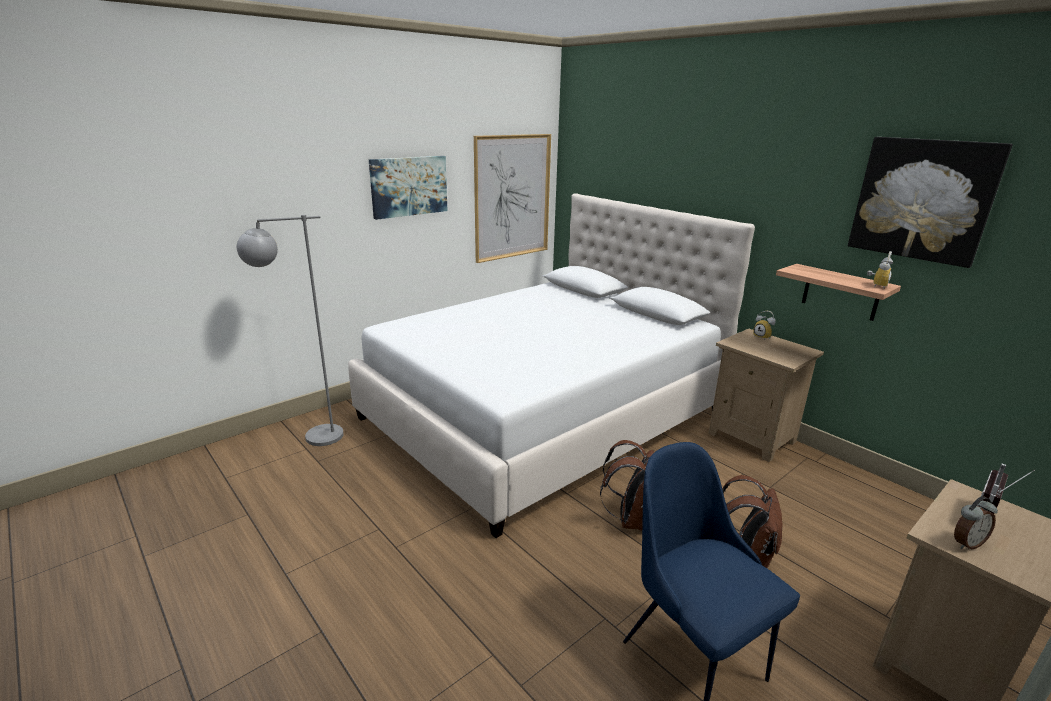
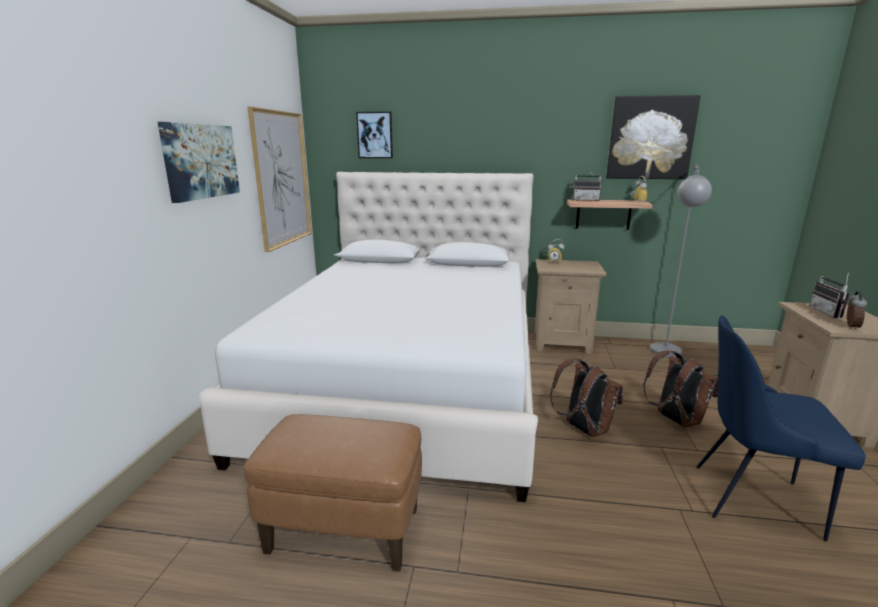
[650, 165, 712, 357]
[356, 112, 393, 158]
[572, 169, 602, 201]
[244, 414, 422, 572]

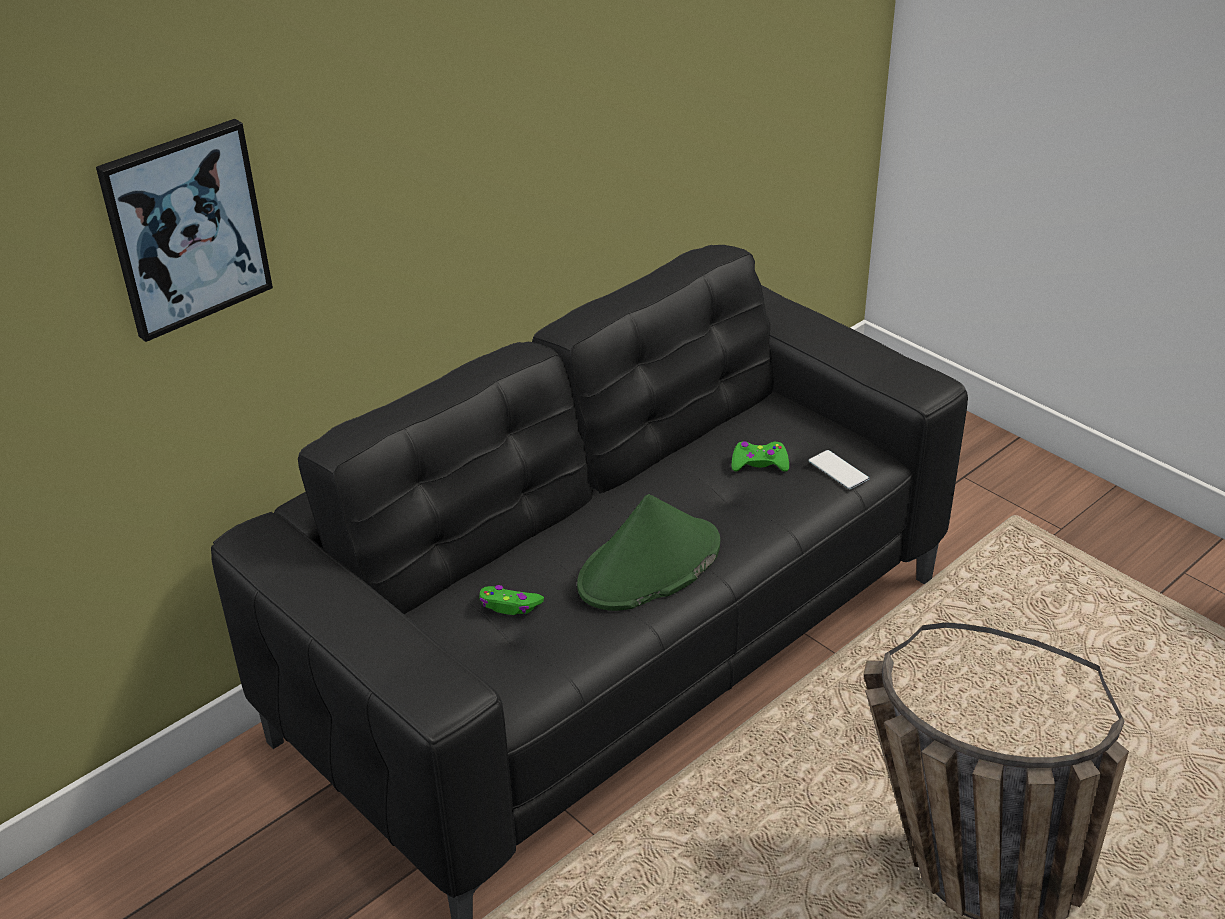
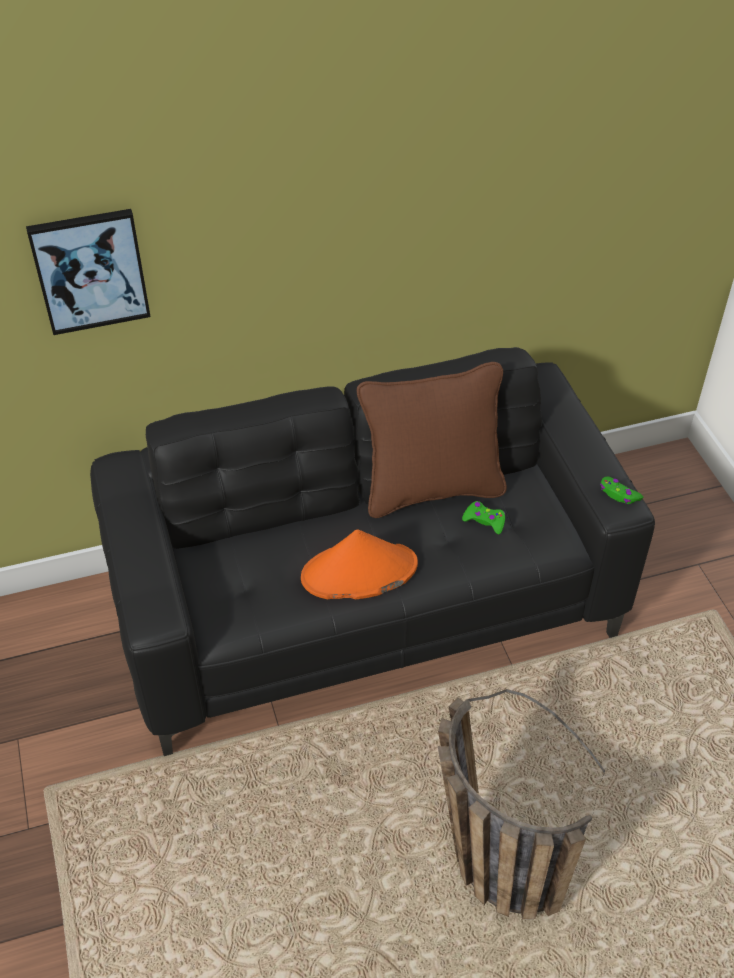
[808, 450, 870, 490] (first image)
[301, 529, 418, 599]
[600, 476, 643, 504]
[357, 362, 507, 518]

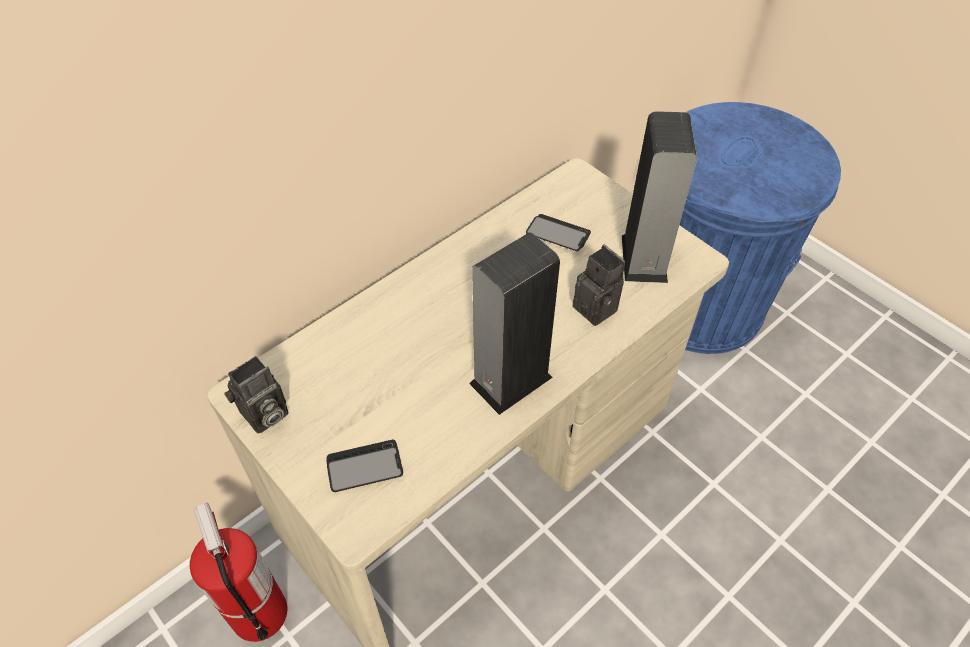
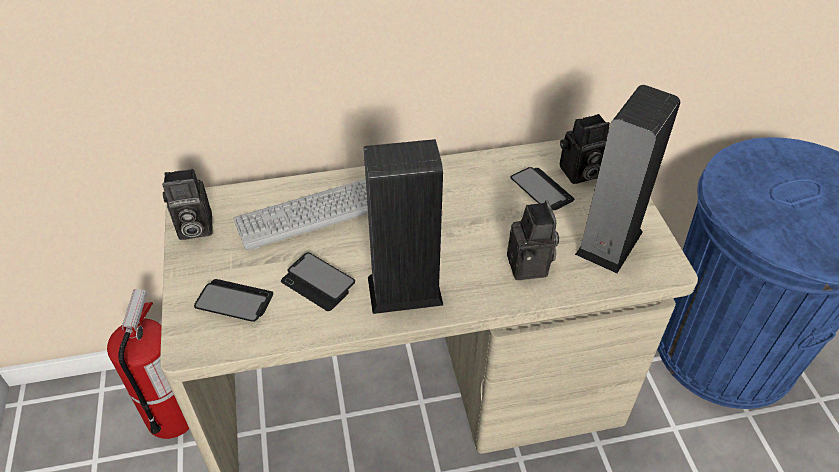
[560, 114, 610, 184]
[233, 179, 368, 250]
[281, 252, 355, 311]

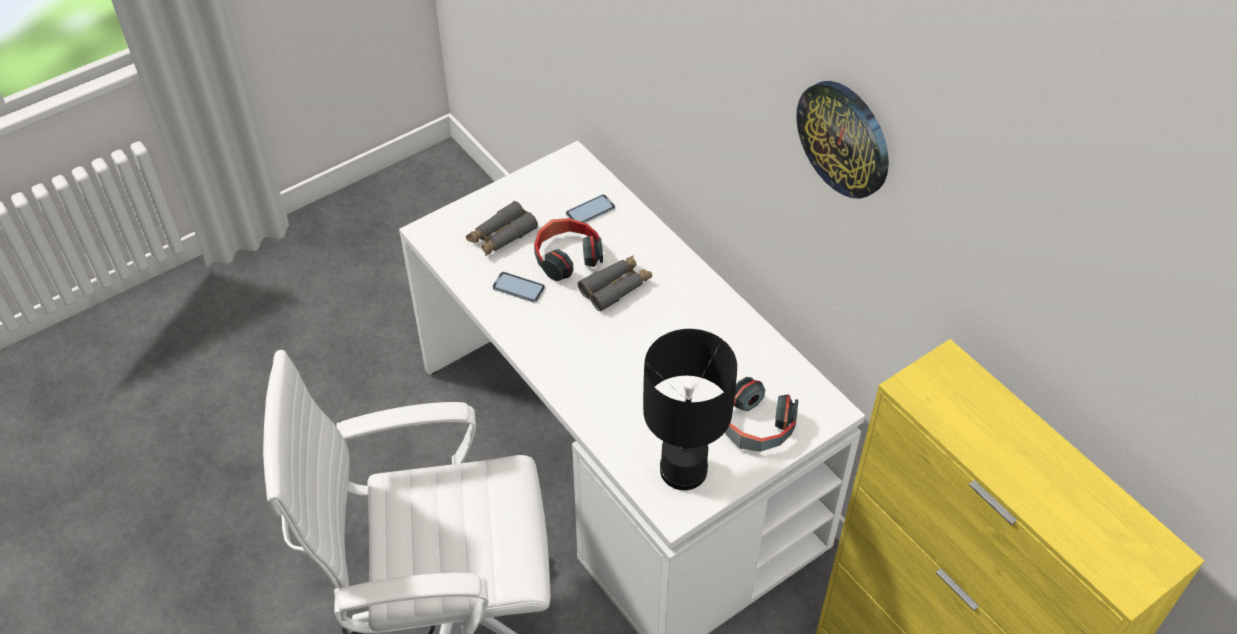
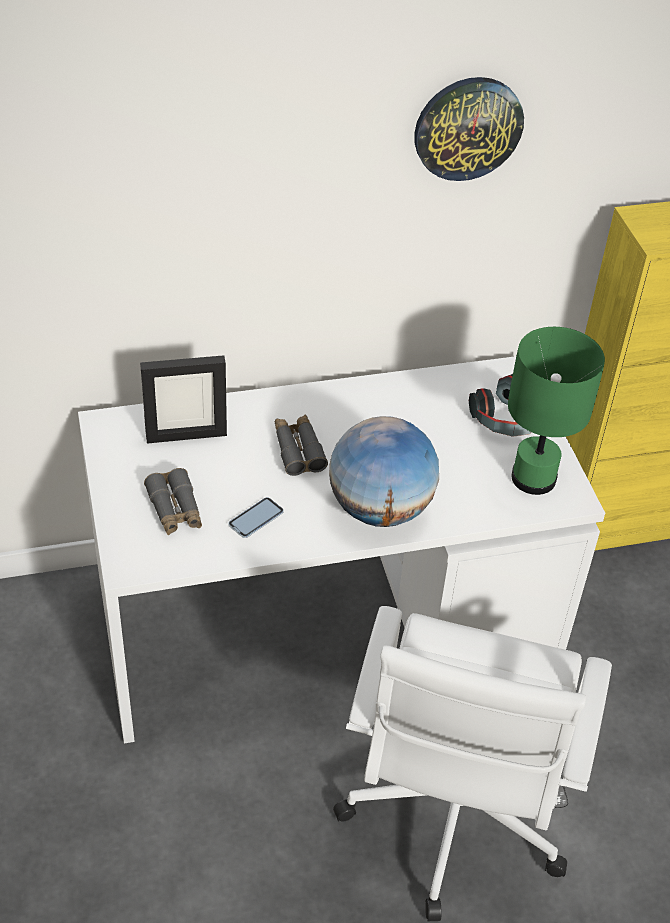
[140, 355, 227, 444]
[534, 218, 603, 281] (first image)
[508, 327, 605, 495]
[329, 416, 439, 527]

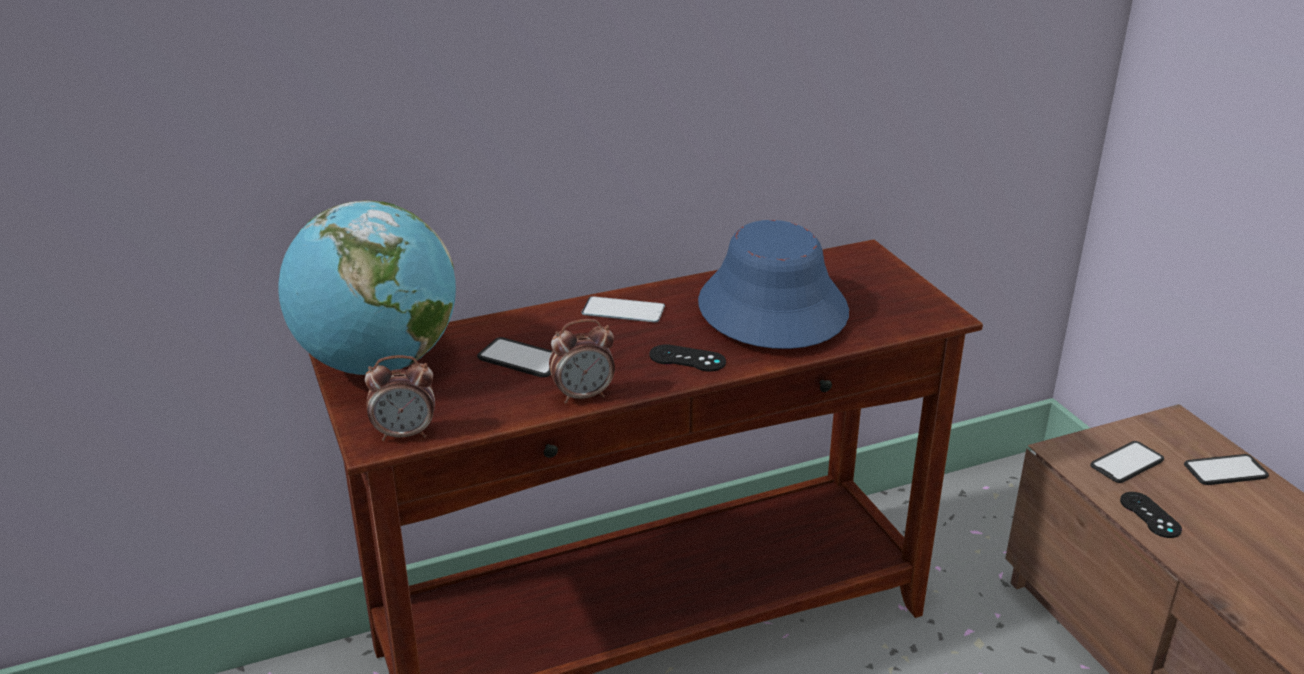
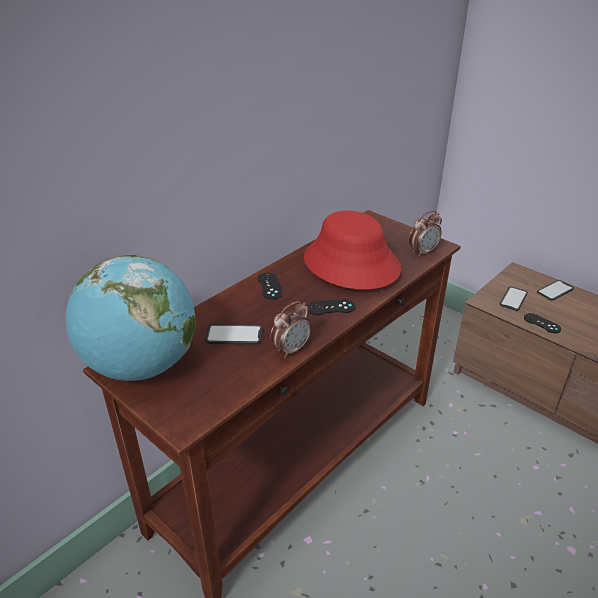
[304, 211, 402, 290]
[258, 273, 283, 300]
[409, 211, 442, 257]

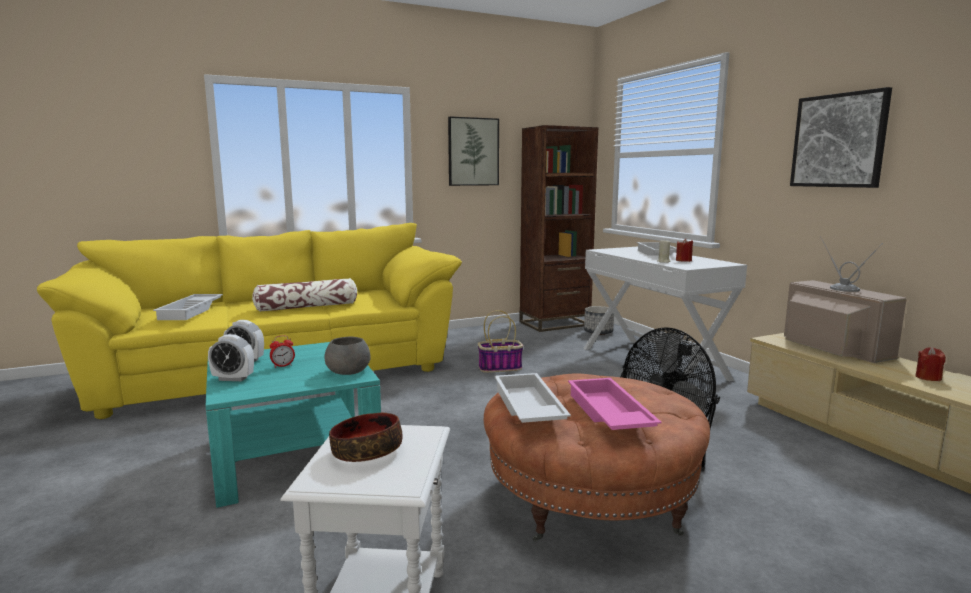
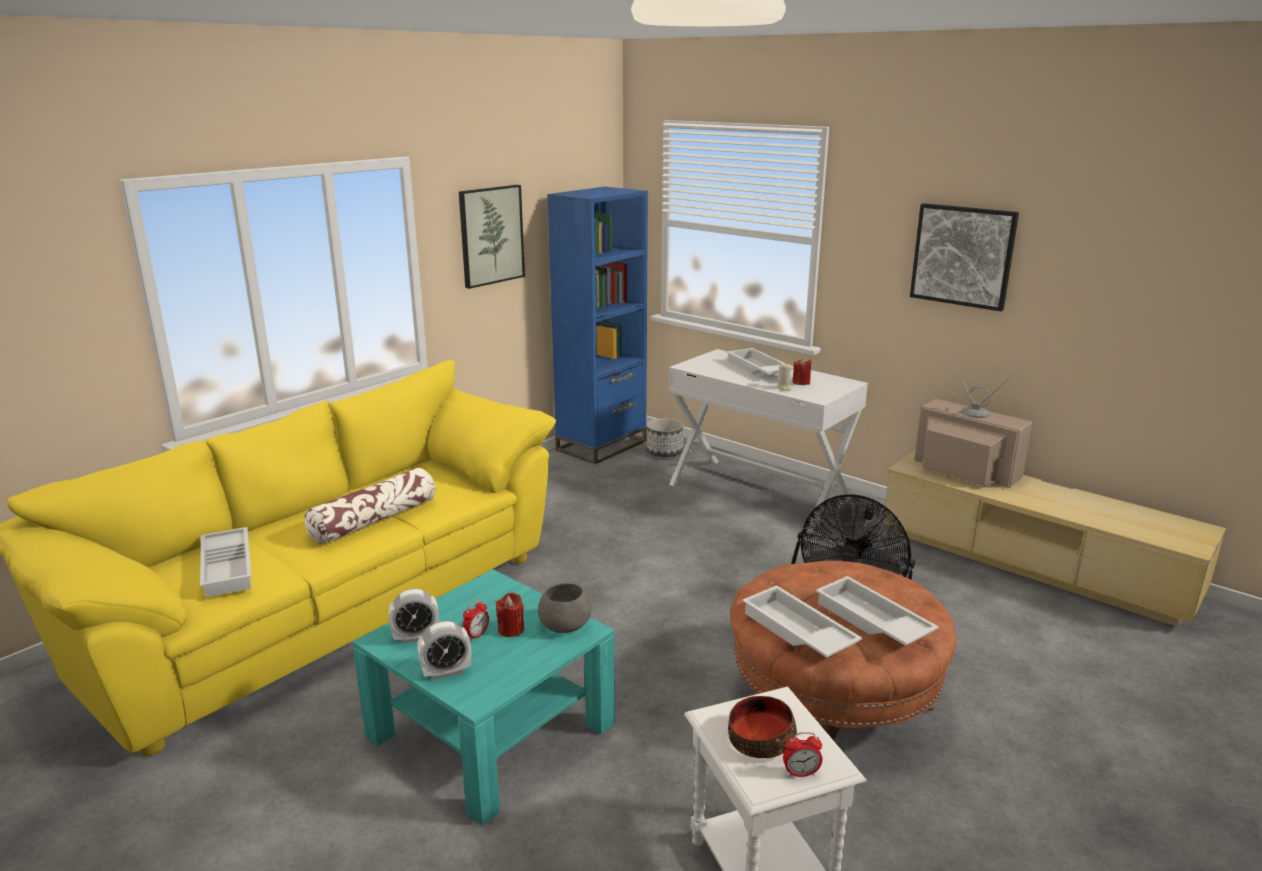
[547, 187, 648, 464]
[478, 310, 523, 372] (first image)
[496, 593, 524, 637]
[816, 576, 939, 646]
[783, 732, 822, 777]

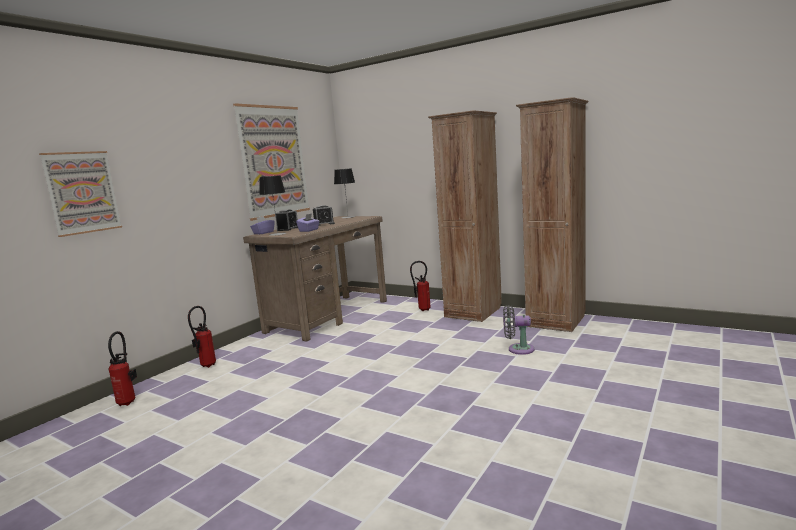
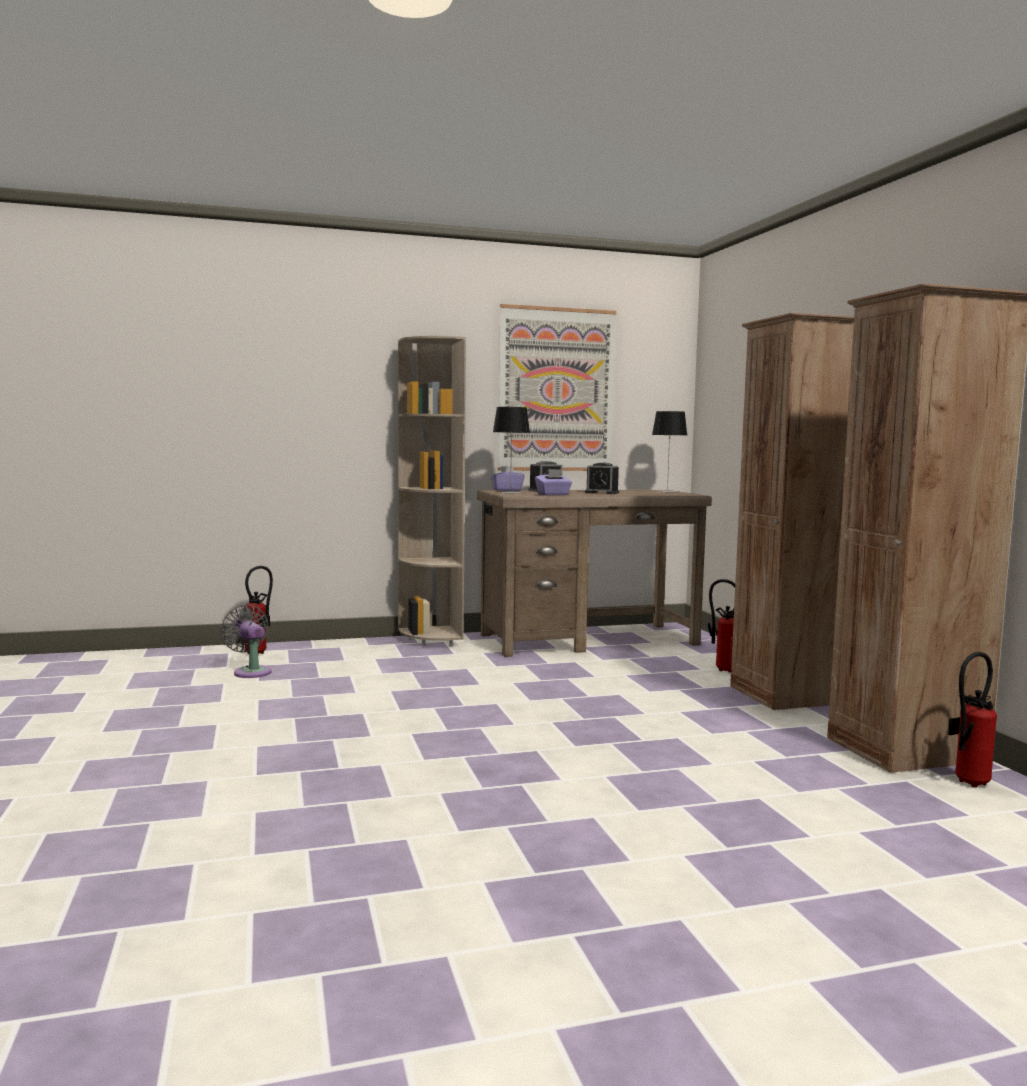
[39, 151, 122, 237] (first image)
[221, 605, 272, 678]
[948, 652, 997, 787]
[398, 336, 466, 647]

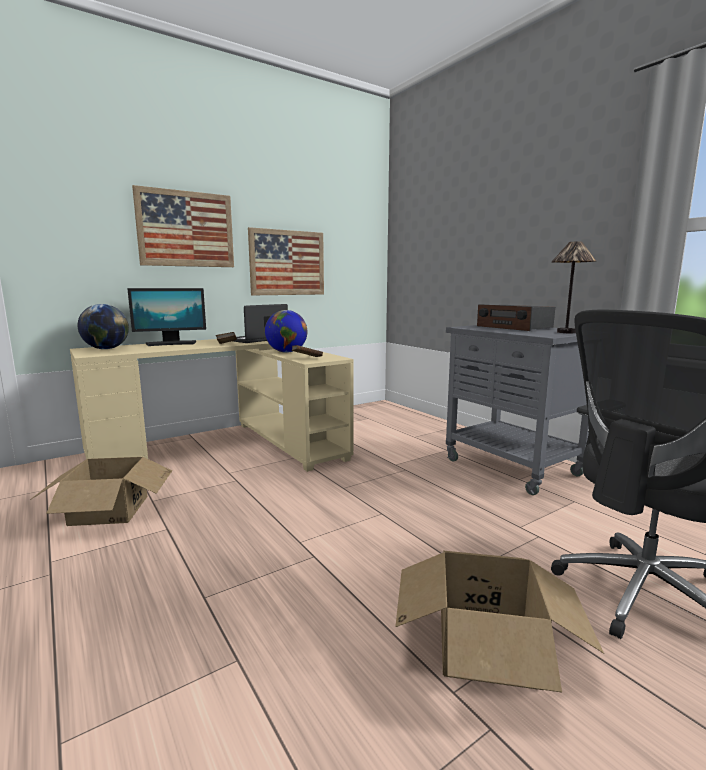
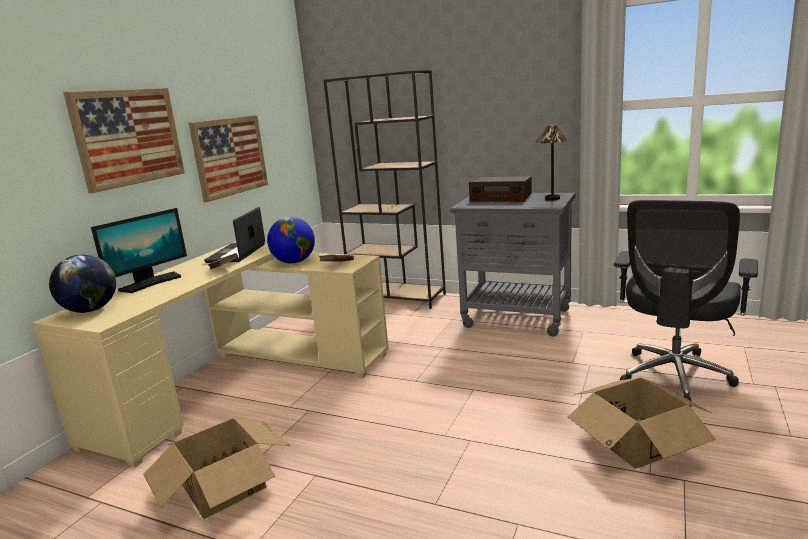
[323, 70, 446, 309]

